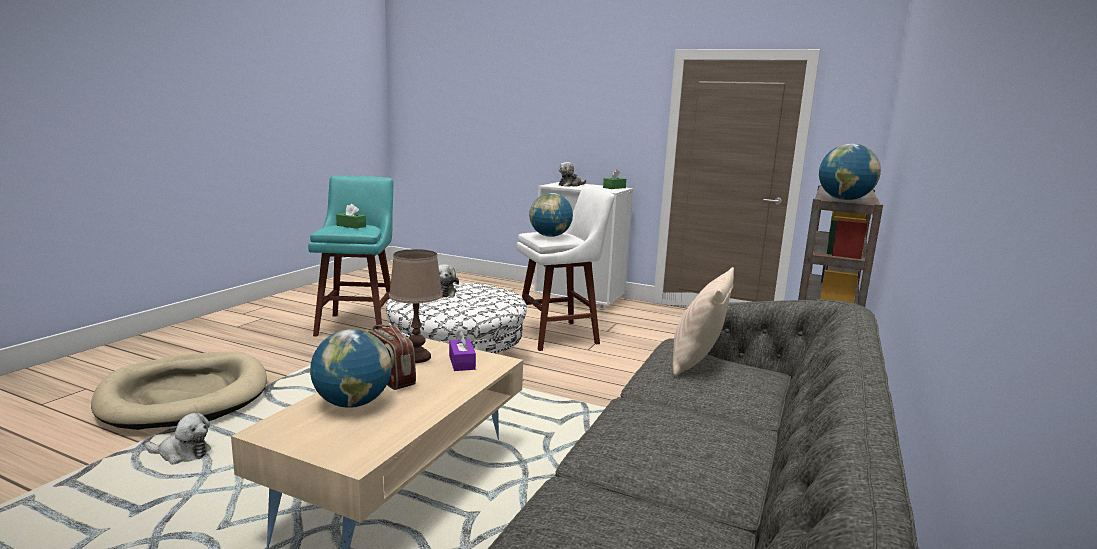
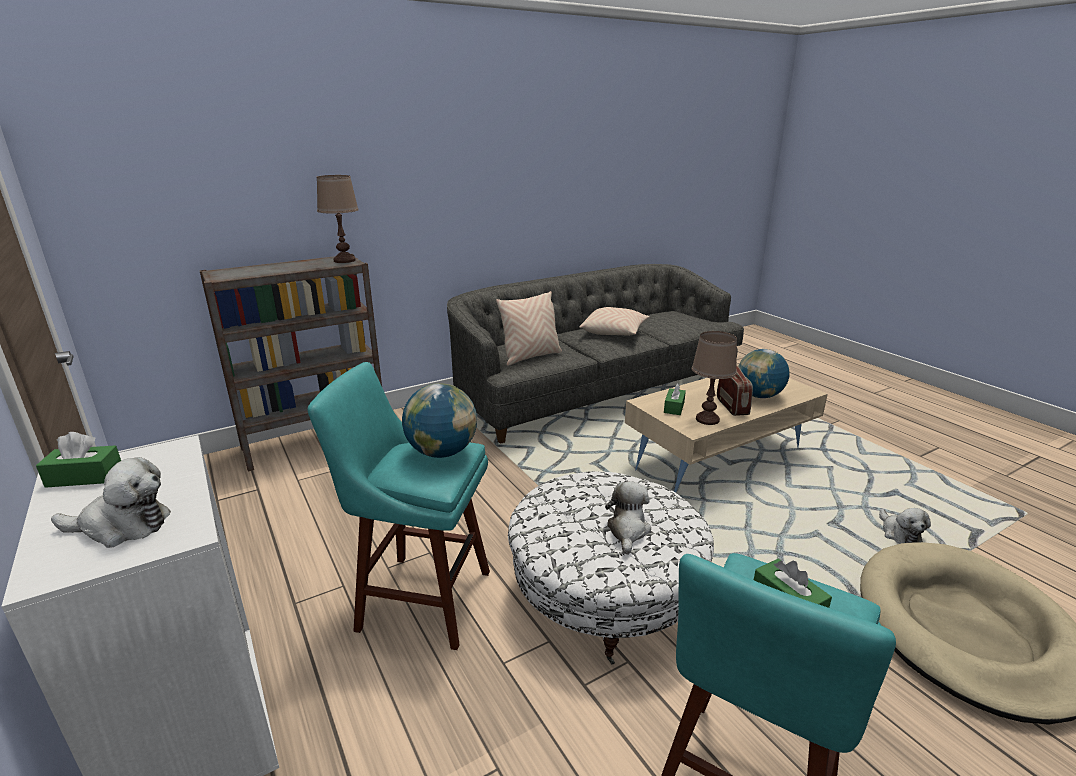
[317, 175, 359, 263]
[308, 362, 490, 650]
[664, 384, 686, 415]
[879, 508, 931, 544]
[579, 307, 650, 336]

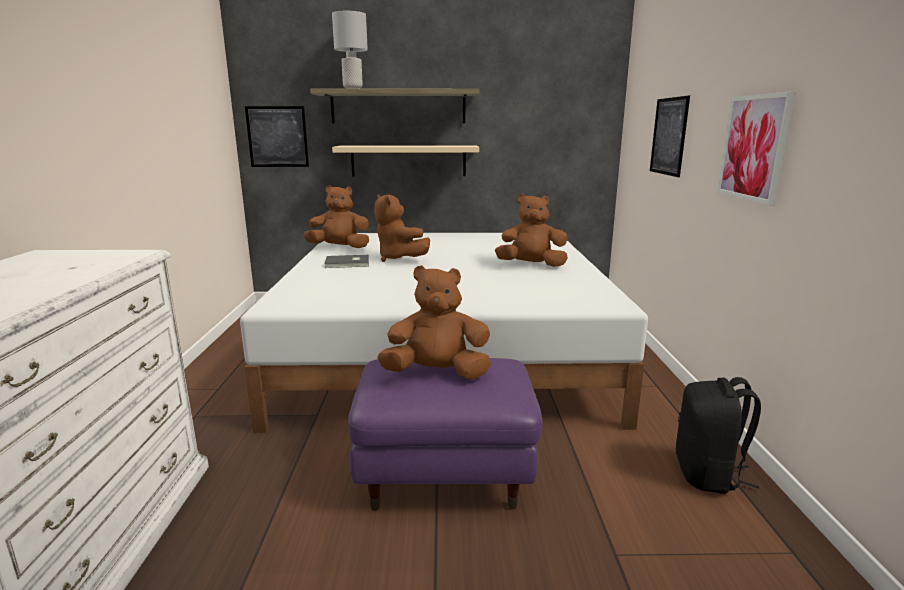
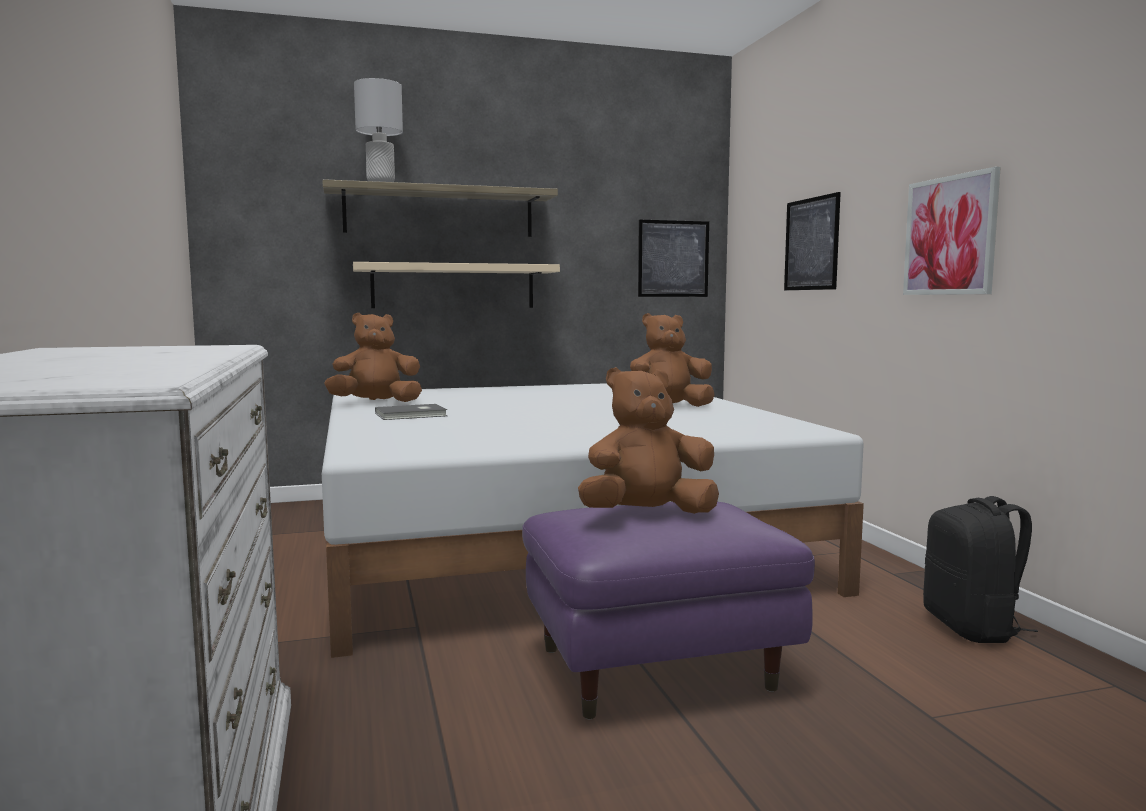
[638, 220, 709, 297]
[374, 194, 430, 262] (first image)

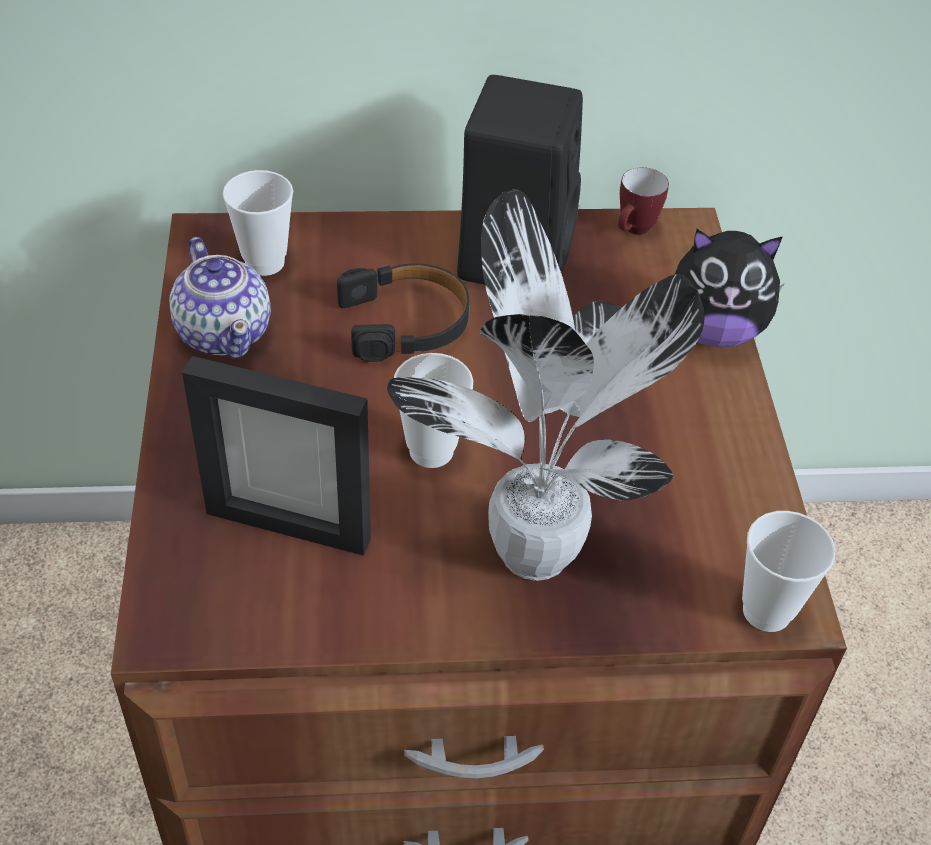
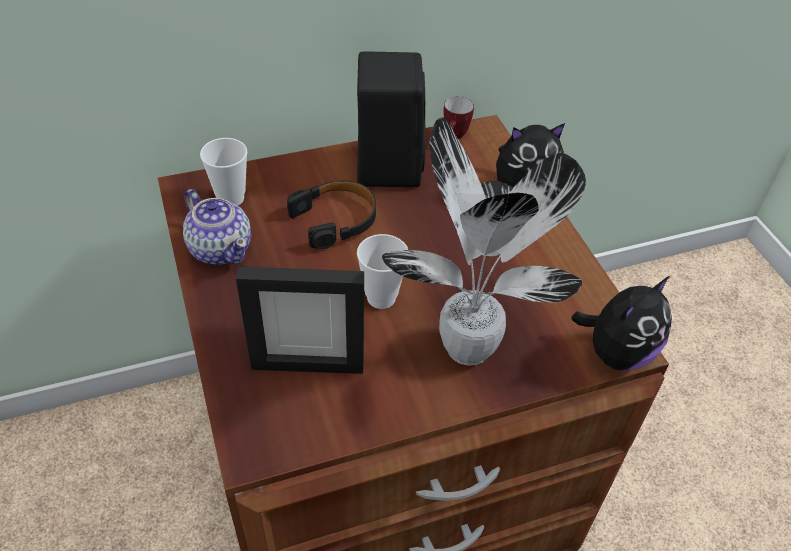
[571, 276, 672, 371]

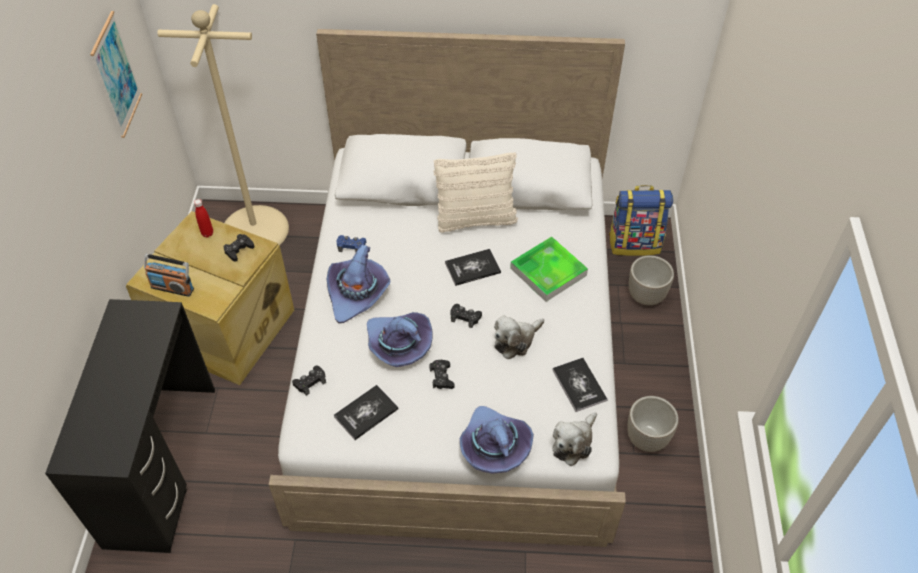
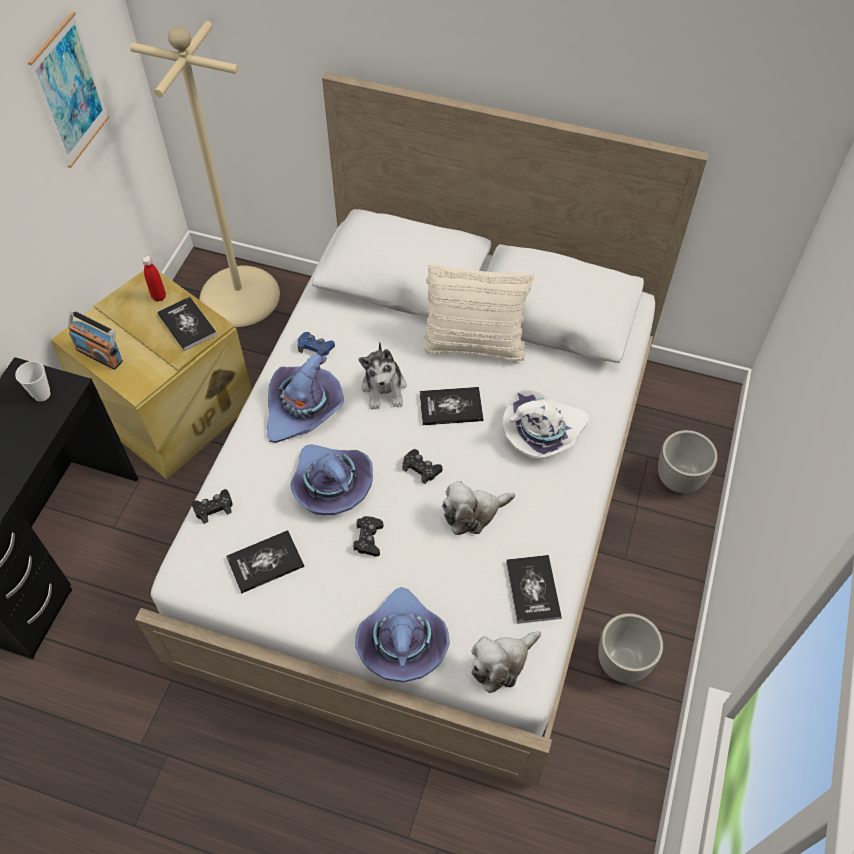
[609, 185, 673, 256] (first image)
[157, 296, 217, 351]
[502, 389, 589, 458]
[359, 342, 406, 409]
[15, 361, 50, 401]

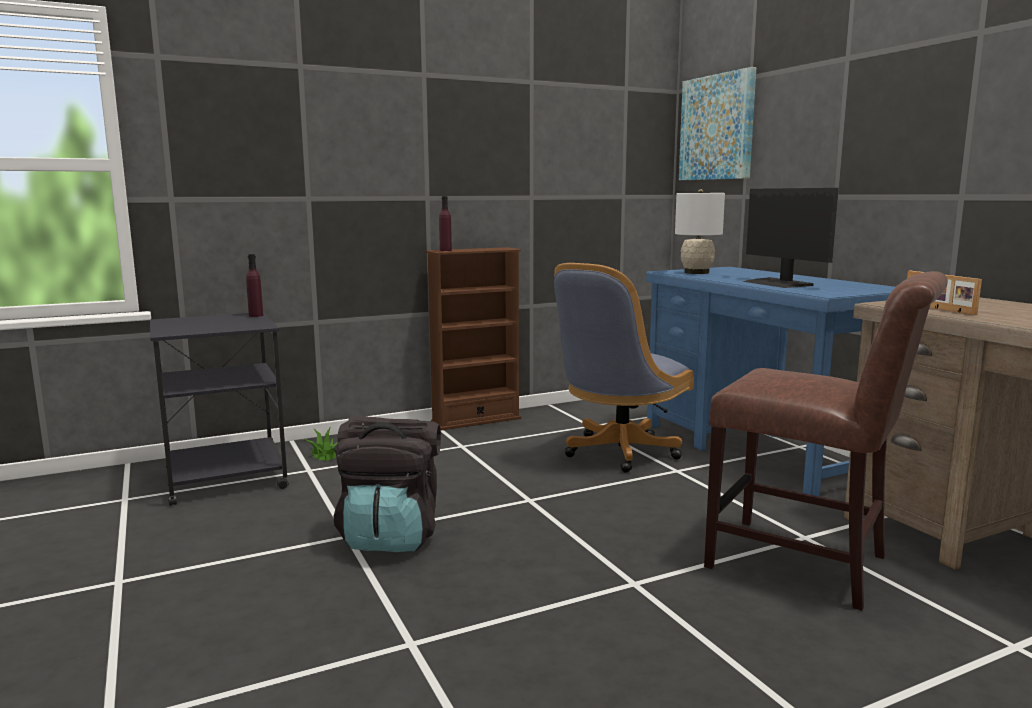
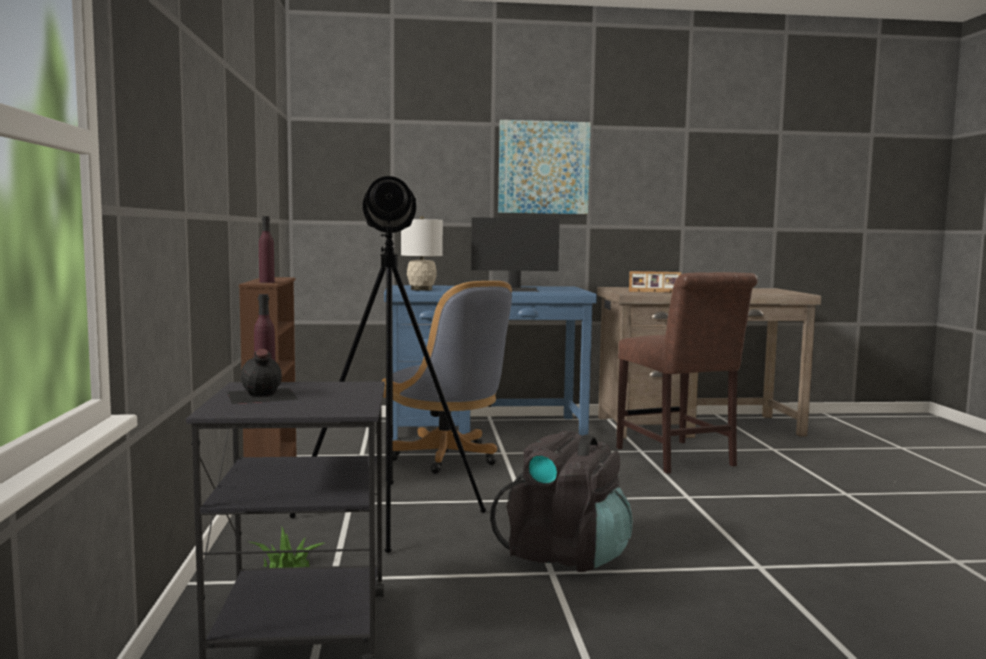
[498, 120, 591, 214]
[616, 272, 758, 474]
[290, 176, 486, 553]
[227, 349, 298, 404]

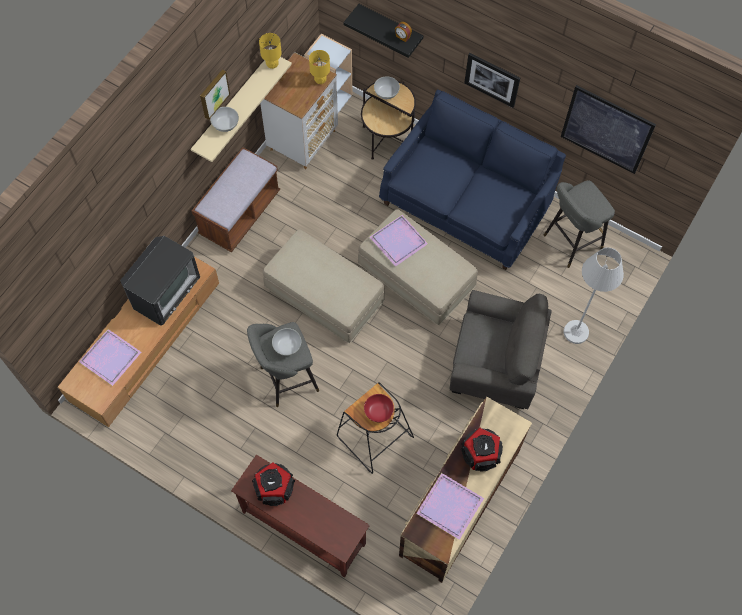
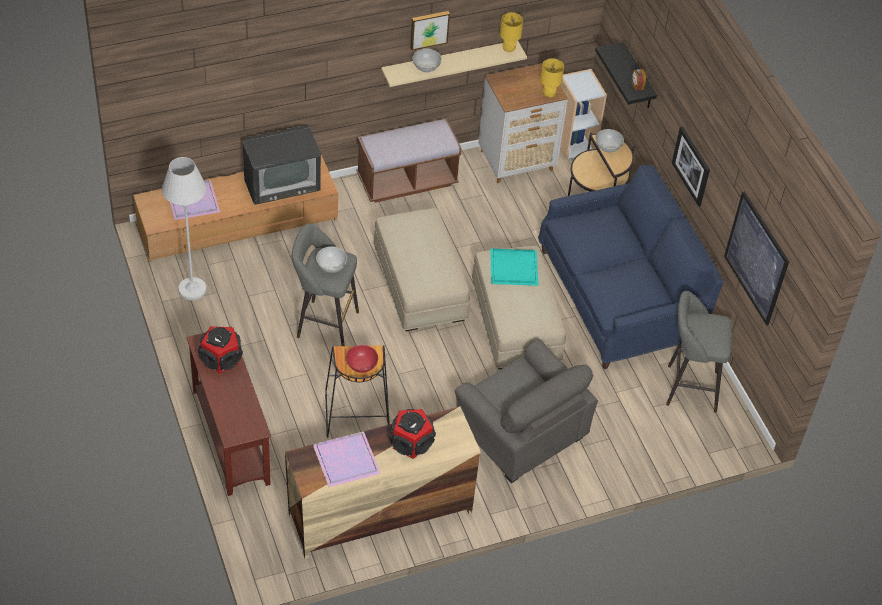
[490, 248, 538, 286]
[162, 157, 207, 300]

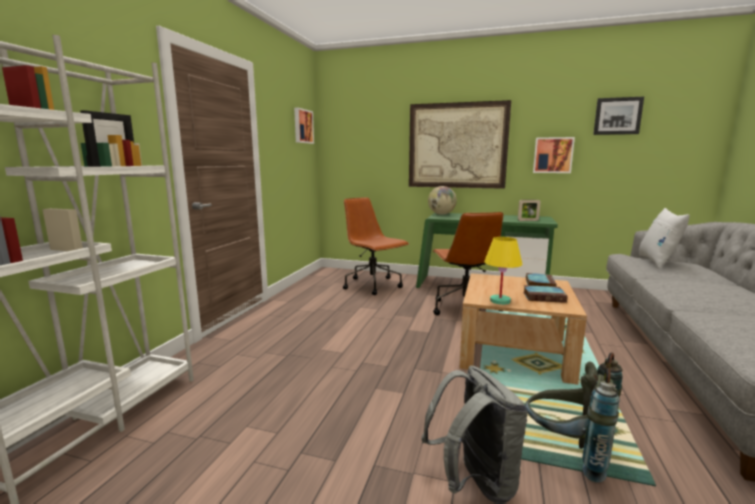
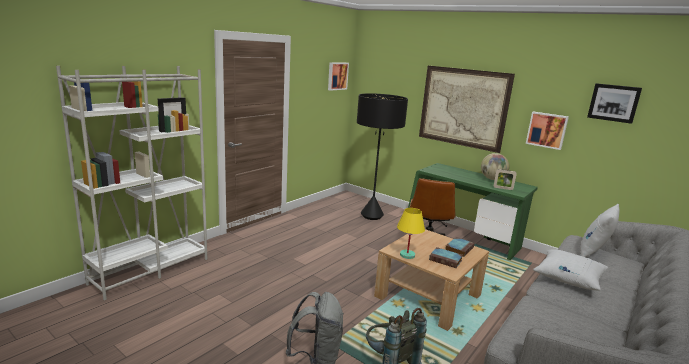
[481, 153, 509, 180]
[357, 93, 408, 220]
[533, 249, 608, 291]

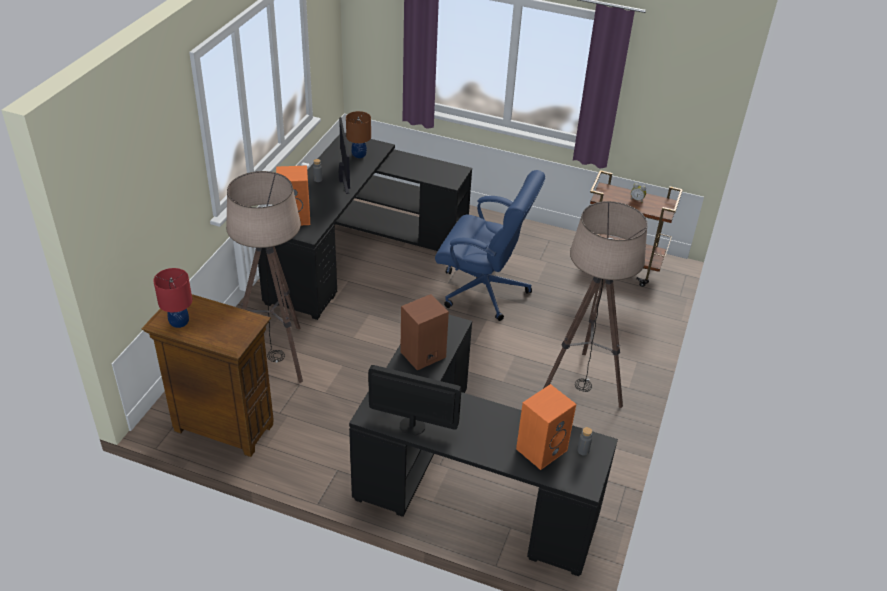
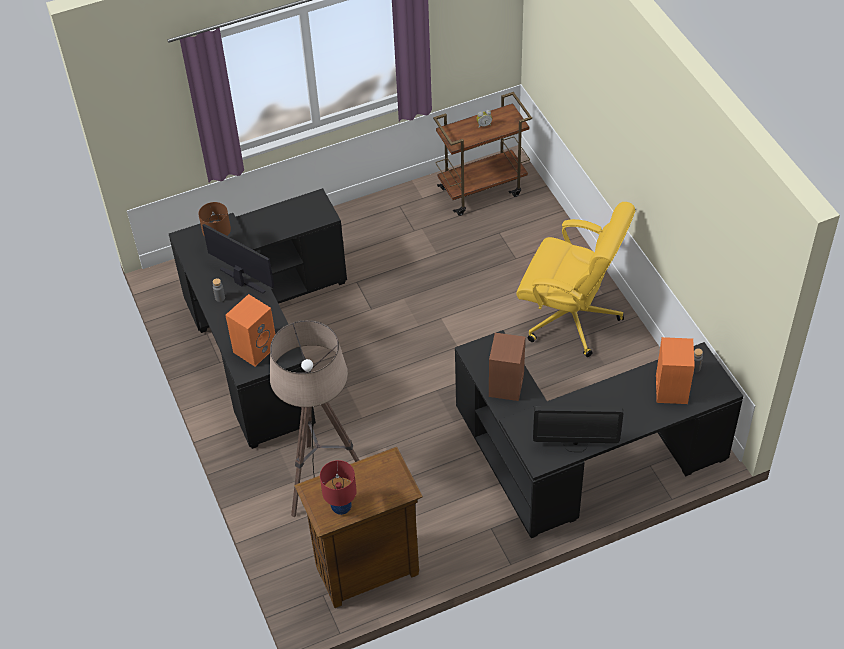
[435, 170, 545, 321] (first image)
[516, 202, 635, 357]
[533, 406, 623, 452]

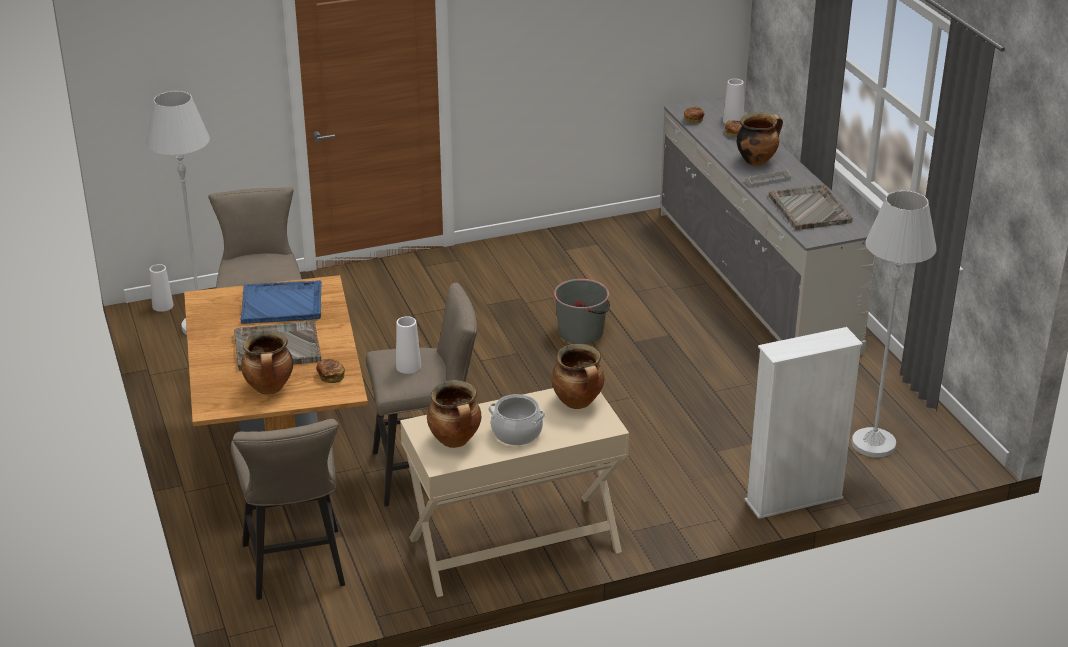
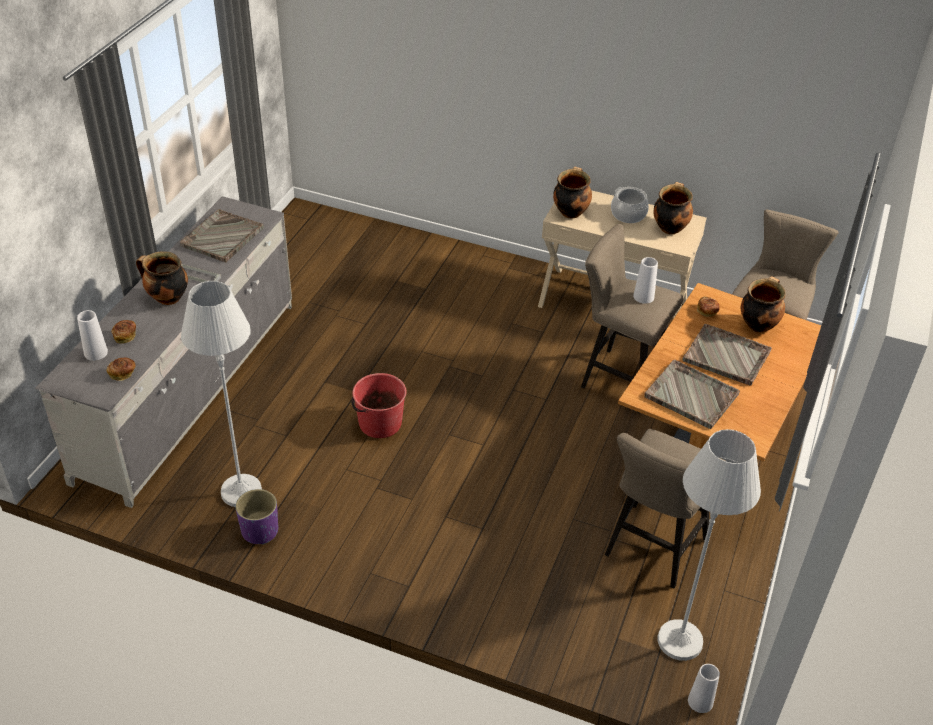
[181, 281, 262, 507]
[352, 373, 406, 438]
[644, 360, 740, 429]
[745, 327, 863, 519] (first image)
[235, 489, 278, 545]

